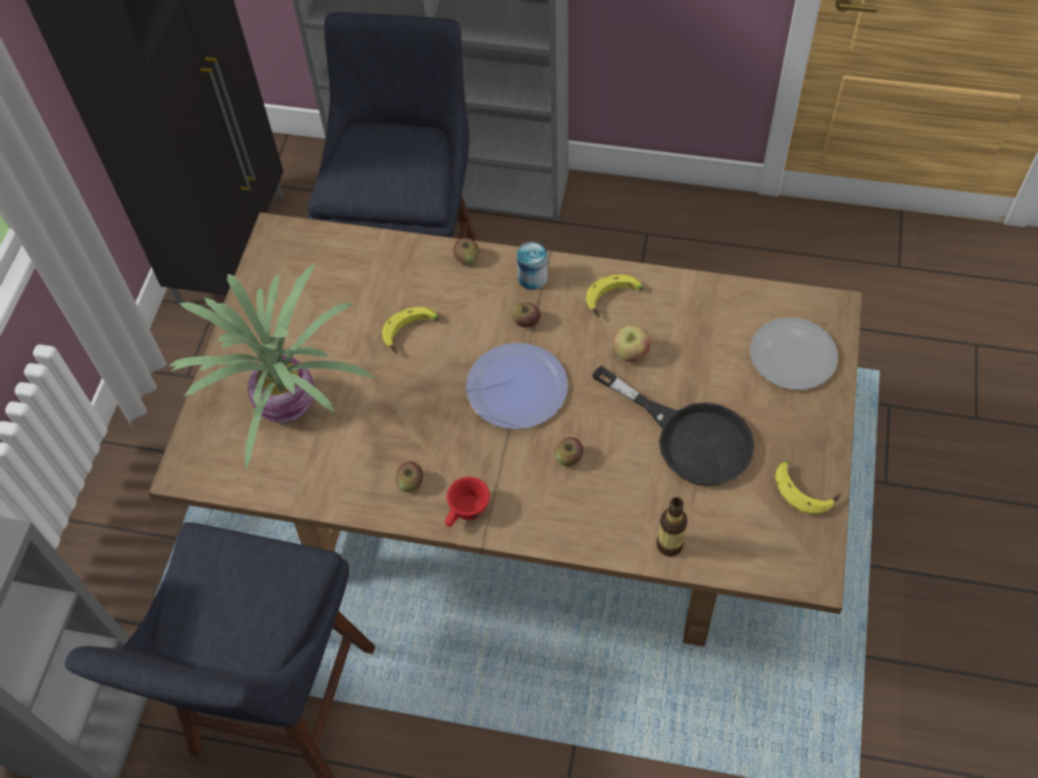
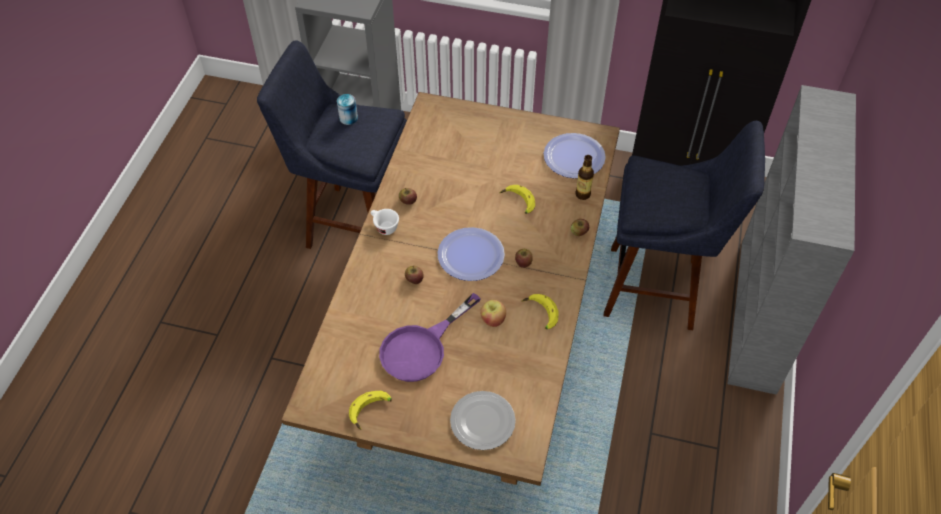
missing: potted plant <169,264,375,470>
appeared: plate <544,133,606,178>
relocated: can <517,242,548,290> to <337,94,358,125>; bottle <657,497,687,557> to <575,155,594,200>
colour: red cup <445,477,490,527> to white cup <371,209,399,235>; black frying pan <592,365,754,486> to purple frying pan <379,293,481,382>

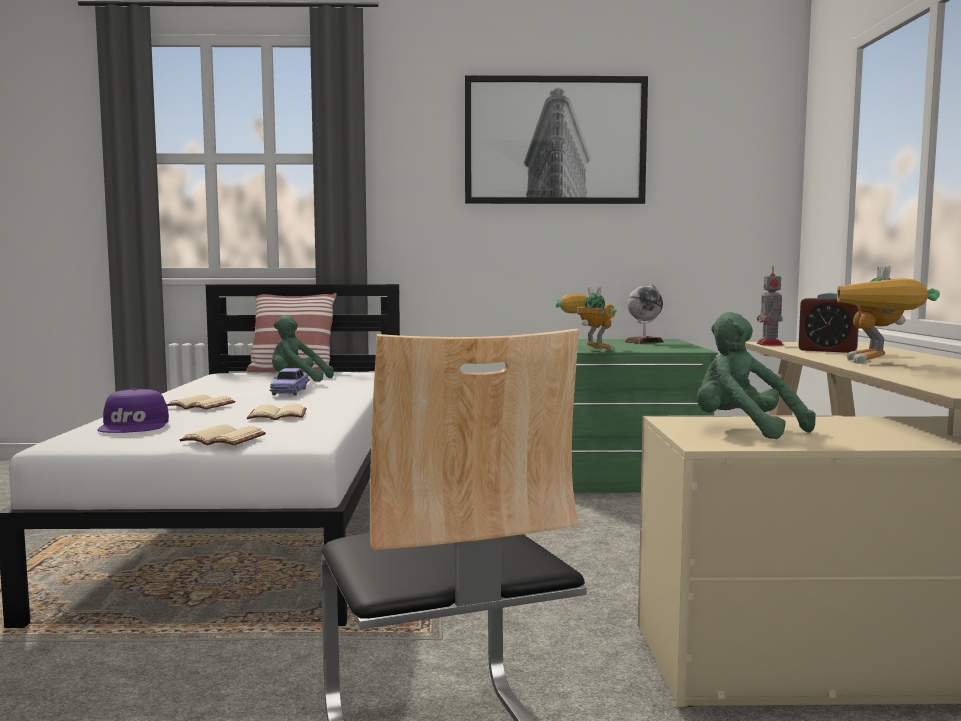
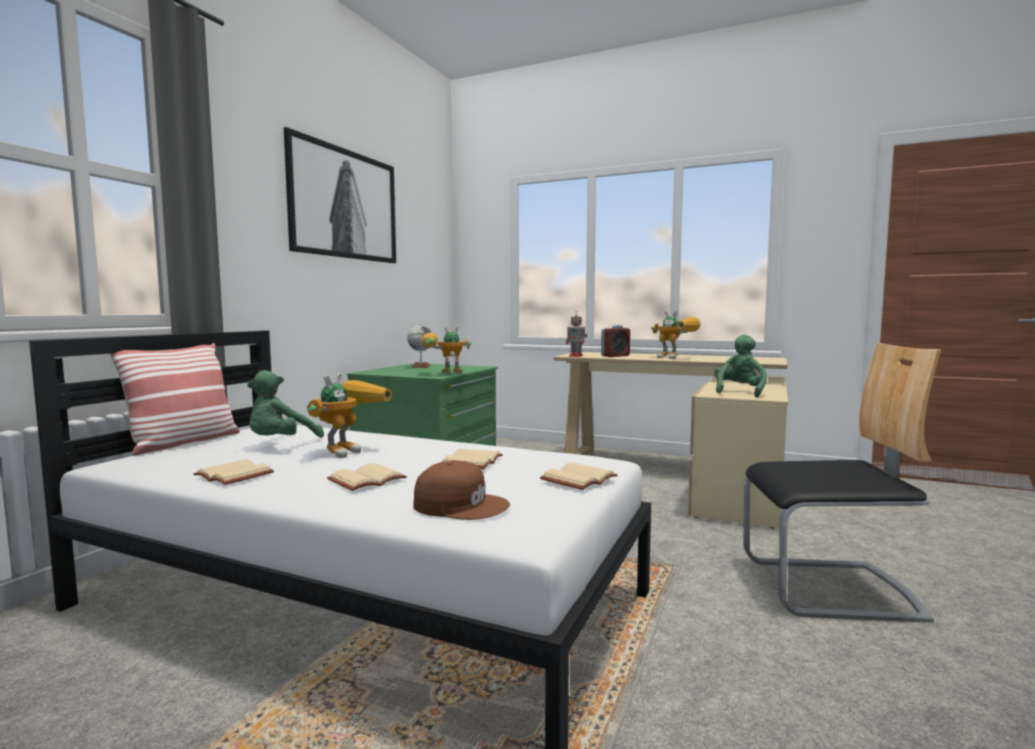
appeared: beige book <193,459,274,485>
exchanged: toy car <269,368,310,395> to toy robot <307,373,392,458>
colour: purple cap <97,388,169,433> to brown cap <414,460,510,520>
spun: green plush toy <696,312,816,439> = <714,334,767,397> 135 degrees clockwise

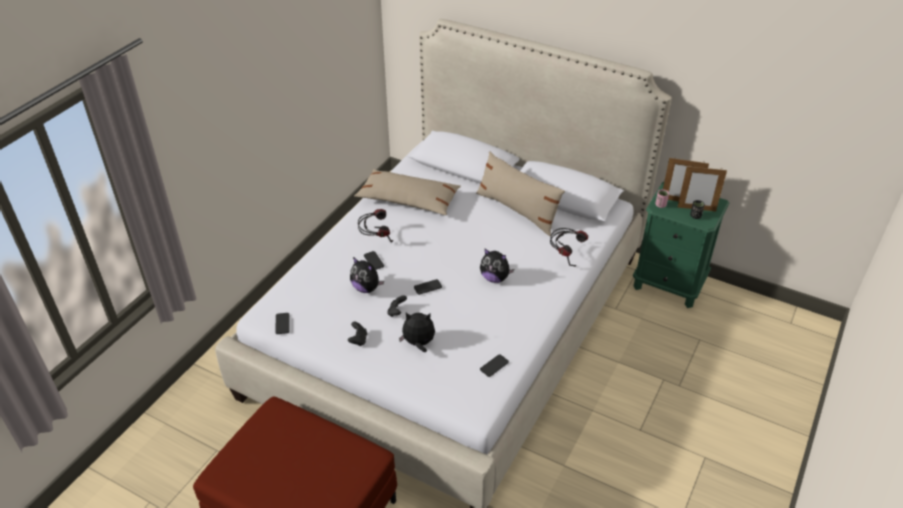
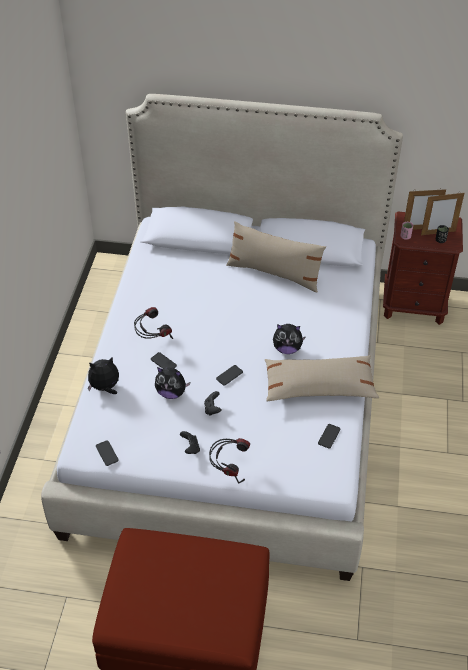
relocated: beige pillow <354,169,461,215> to <265,355,379,402>; plush toy <399,313,435,352> to <88,358,119,394>; headphones <550,228,588,267> to <209,438,250,483>
colour: green nightstand <633,182,729,308> to brown nightstand <383,211,463,325>

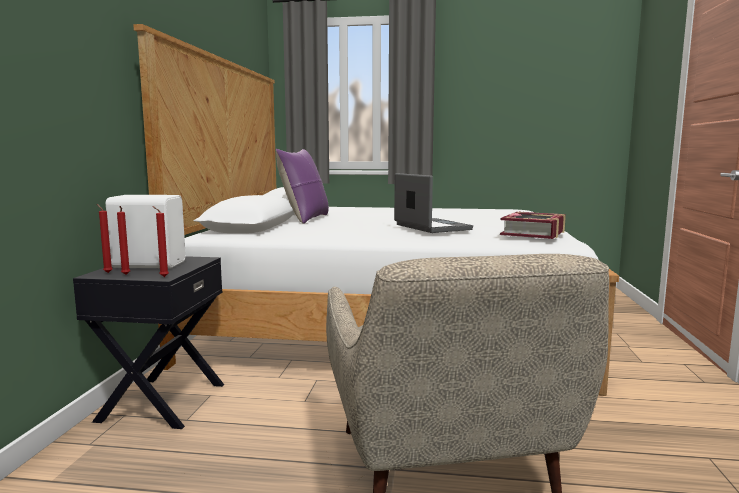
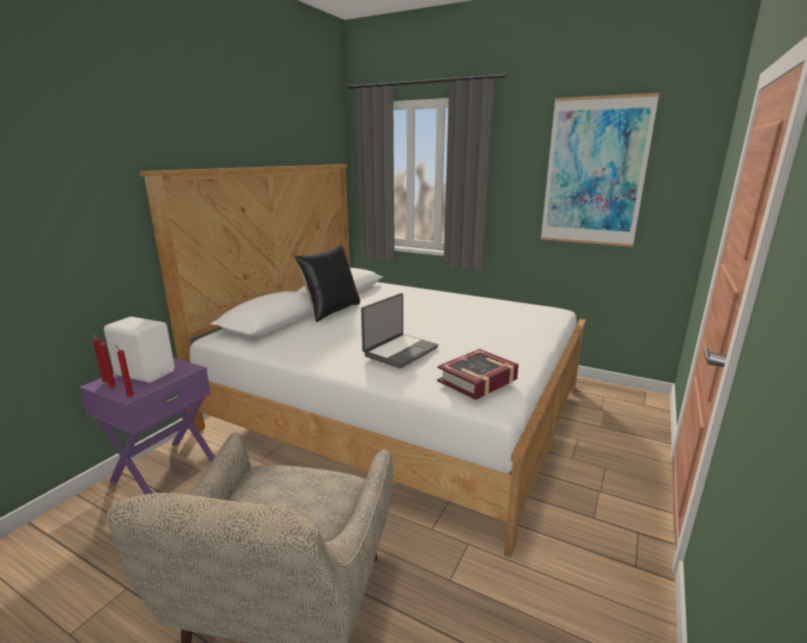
appeared: picture <541,93,659,247>
colour: black nightstand <73,256,224,429> to purple nightstand <79,358,215,495>; purple pillow <276,149,329,224> to black pillow <294,244,360,322>
spun: laptop <394,173,473,233> = <361,293,438,368> 45 degrees clockwise

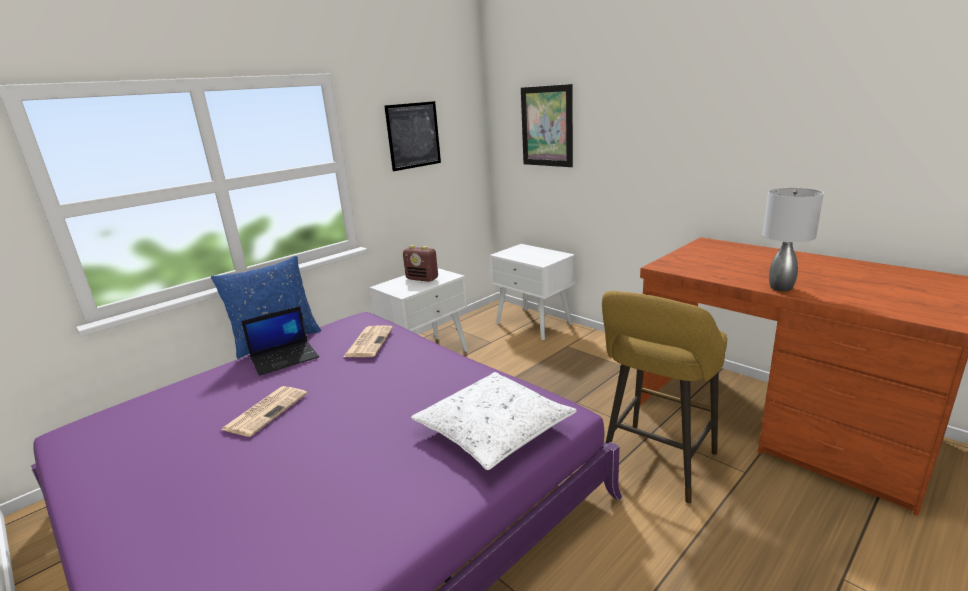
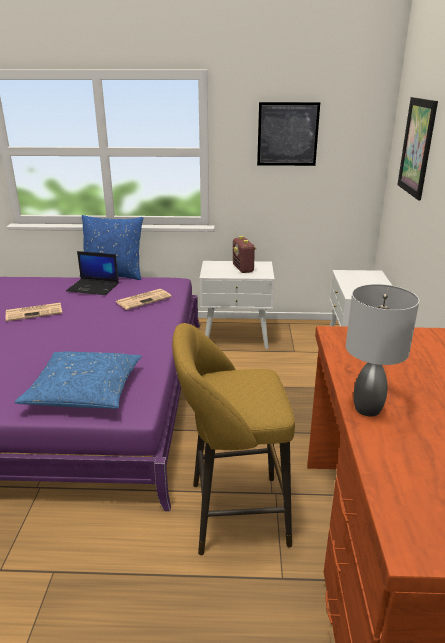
colour: white pillow <411,372,577,470> to blue pillow <15,352,142,409>

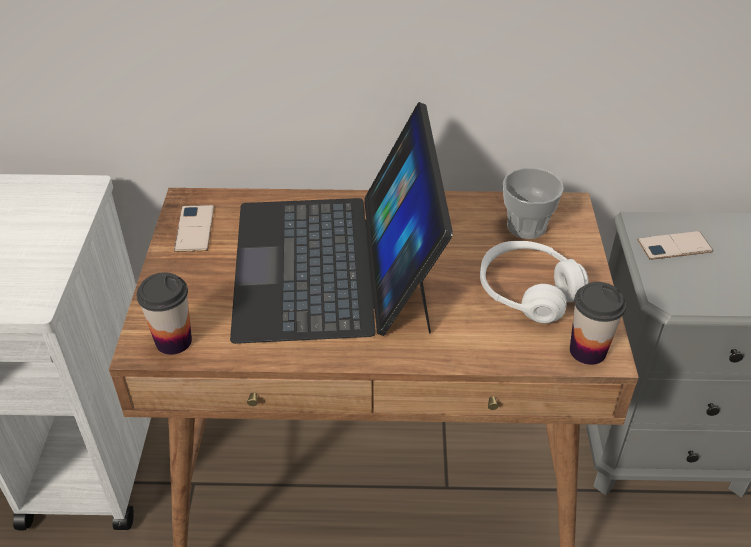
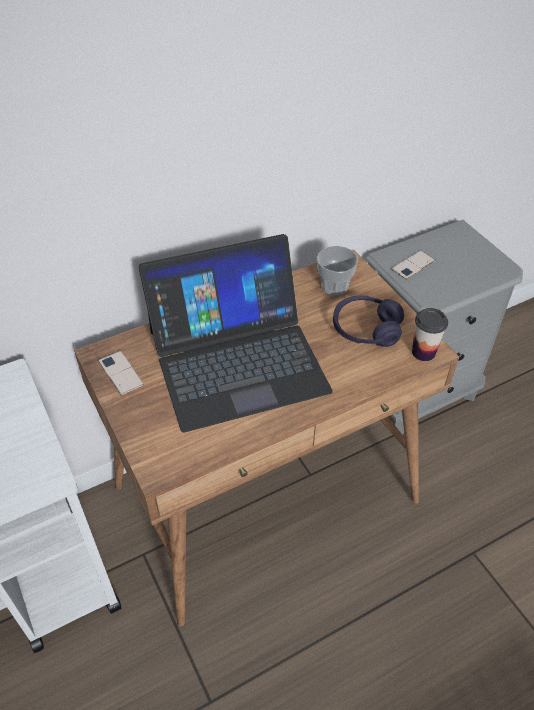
missing: cup <136,272,192,355>
colour: white headphones <480,241,589,323> to purple headphones <333,296,404,347>
spun: laptop <230,102,453,344> = <139,234,333,432> 75 degrees counterclockwise

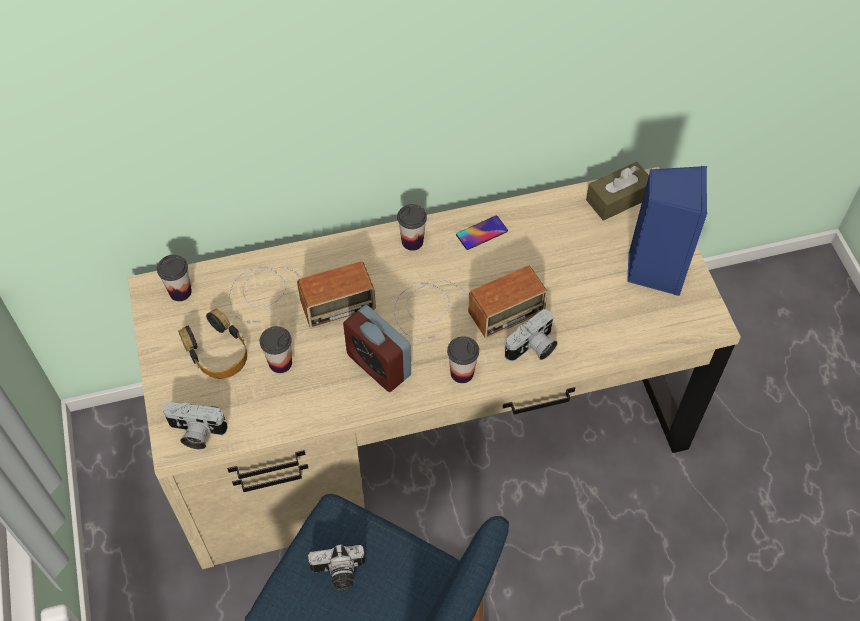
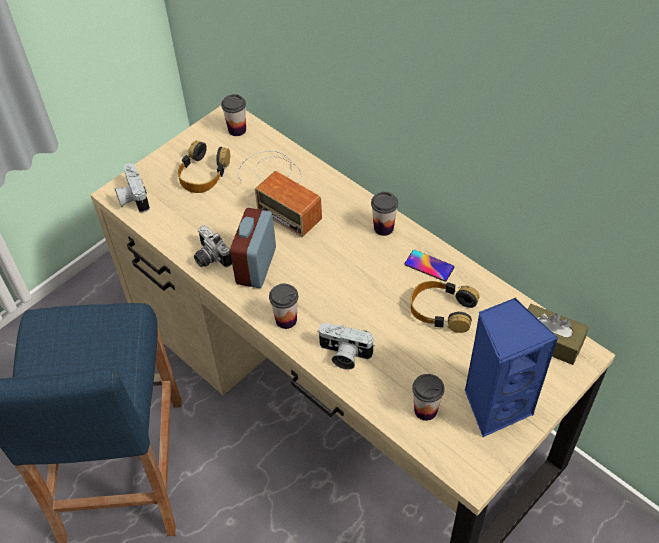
missing: radio <394,265,548,341>
appeared: headphones <411,281,480,333>
relocated: cup <260,326,292,373> to <412,374,444,421>; photo camera <308,544,366,591> to <194,225,232,267>

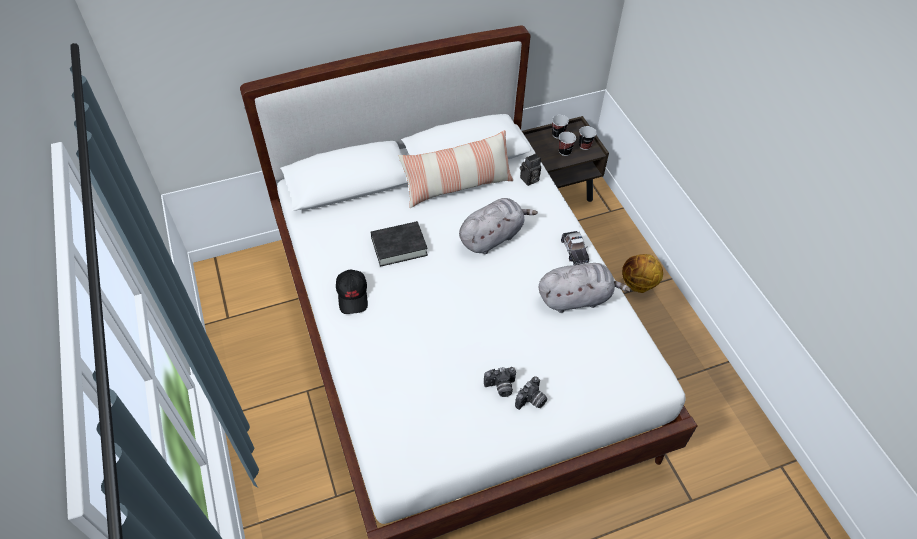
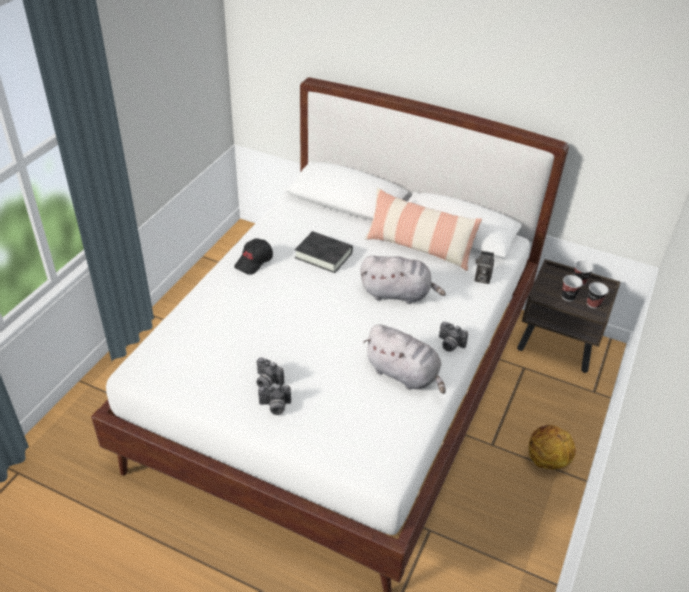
exchanged: toy car <561,231,589,265> to photo camera <439,322,468,352>

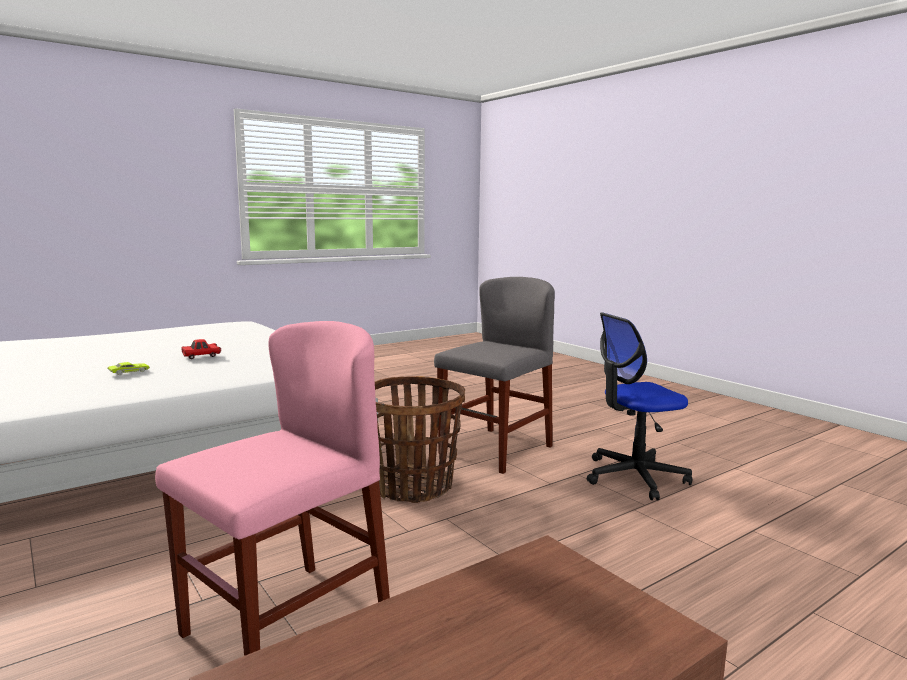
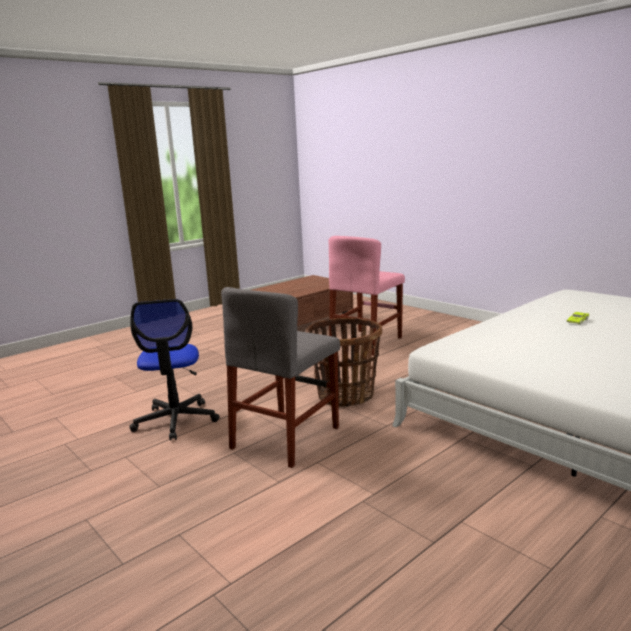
missing: red toy car <181,339,221,359>
spun: office chair <587,312,693,500> = <129,299,220,441> 105 degrees clockwise

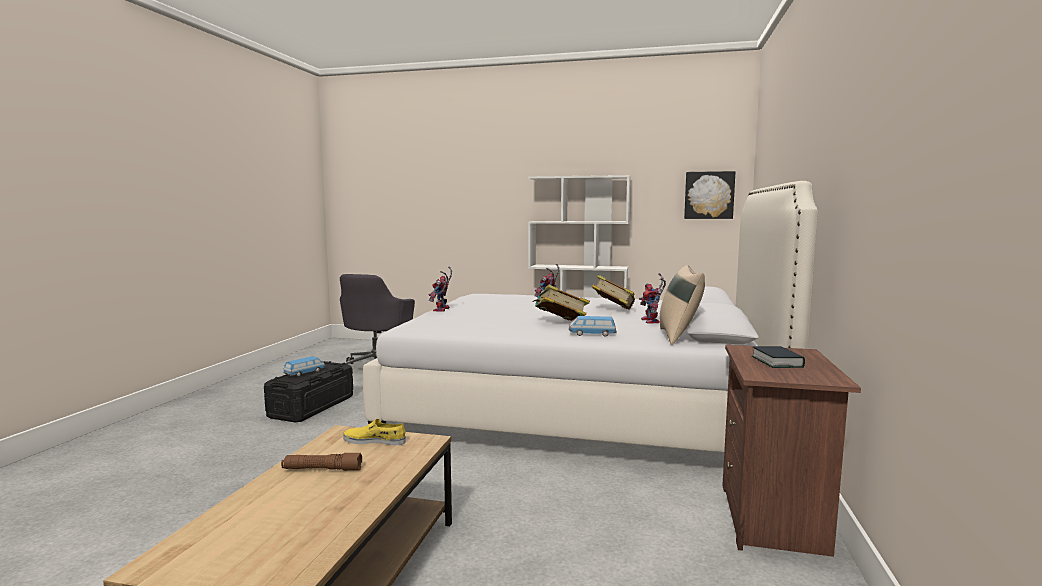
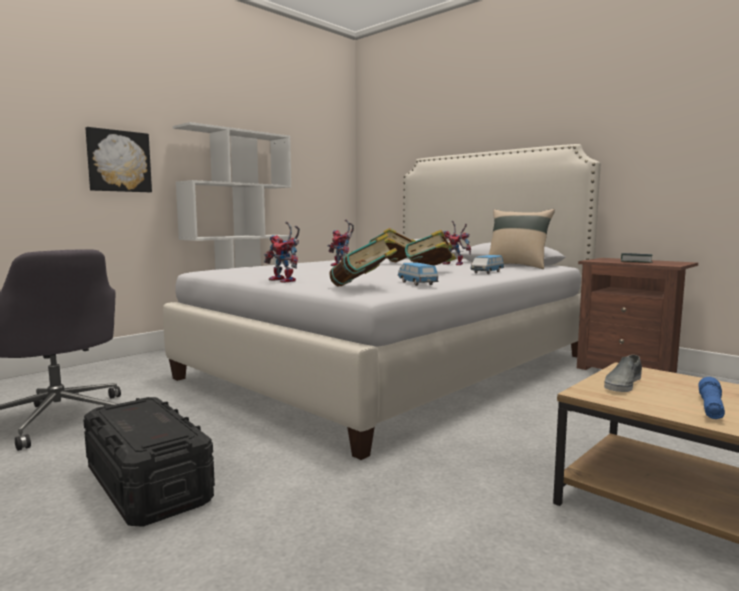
appeared: book <330,233,397,286>
relocated: toy car <283,356,325,377> to <398,262,439,286>; picture <684,171,735,219> to <85,127,152,192>
colour: brown flashlight <281,453,362,471> to blue flashlight <698,377,725,419>; yellow shoe <343,419,406,445> to grey shoe <604,355,642,392>

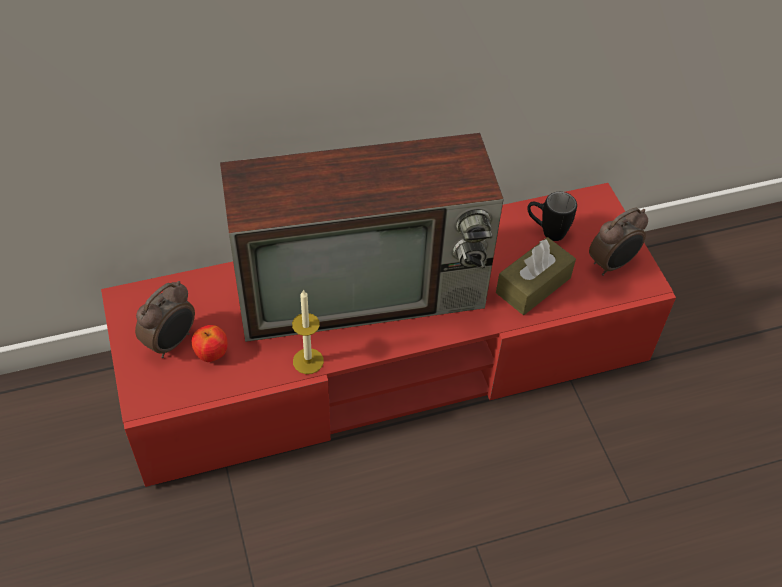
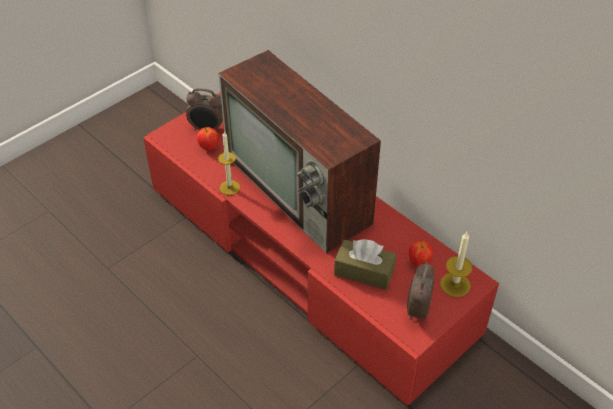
appeared: candle <440,232,473,297>
exchanged: black mug <527,192,577,241> to apple <409,240,433,267>
spun: alarm clock <589,207,648,276> = <407,262,435,321> 75 degrees clockwise

